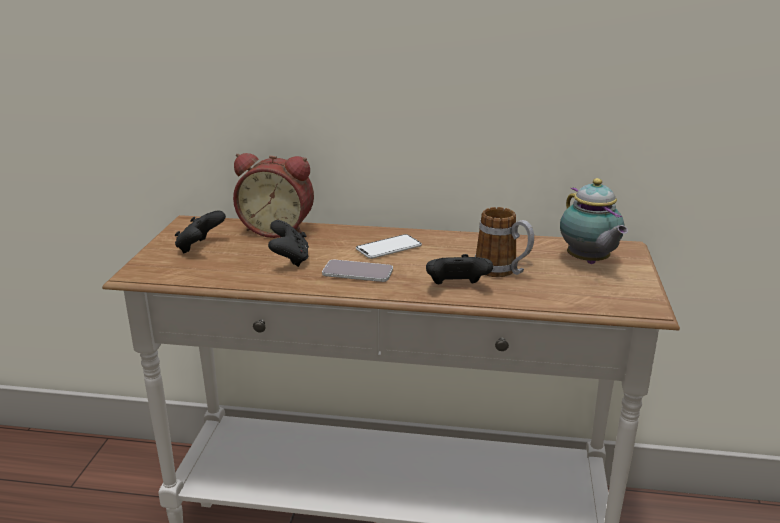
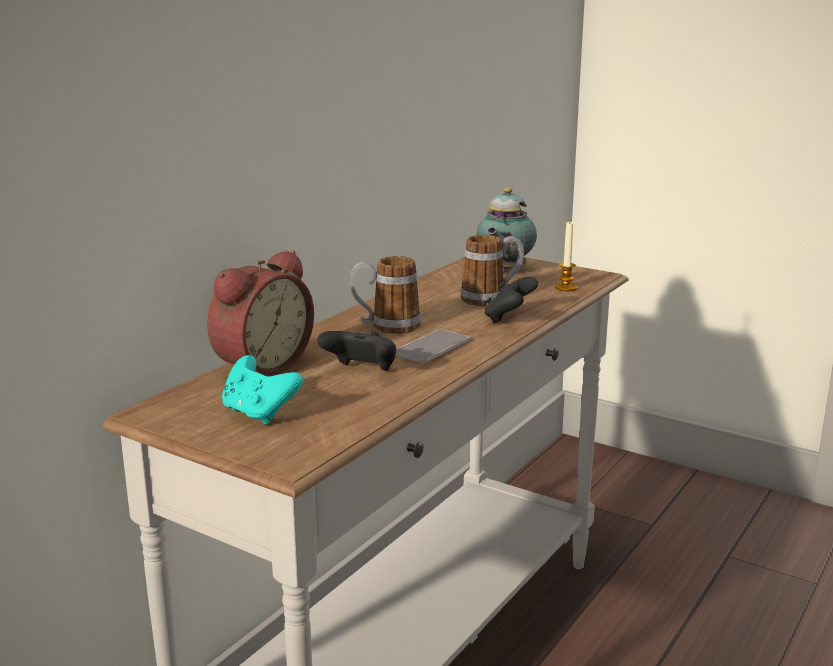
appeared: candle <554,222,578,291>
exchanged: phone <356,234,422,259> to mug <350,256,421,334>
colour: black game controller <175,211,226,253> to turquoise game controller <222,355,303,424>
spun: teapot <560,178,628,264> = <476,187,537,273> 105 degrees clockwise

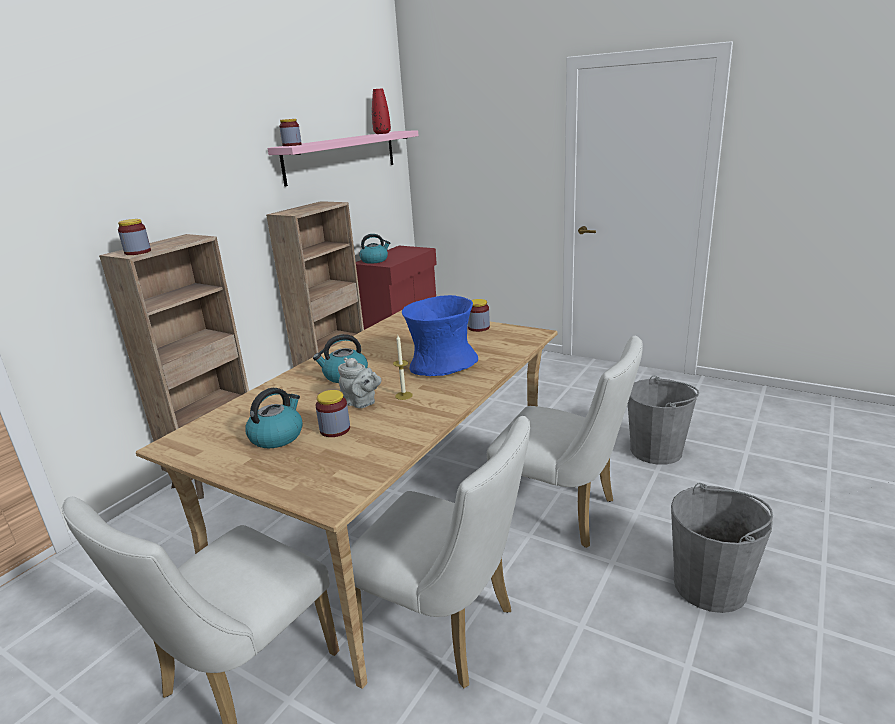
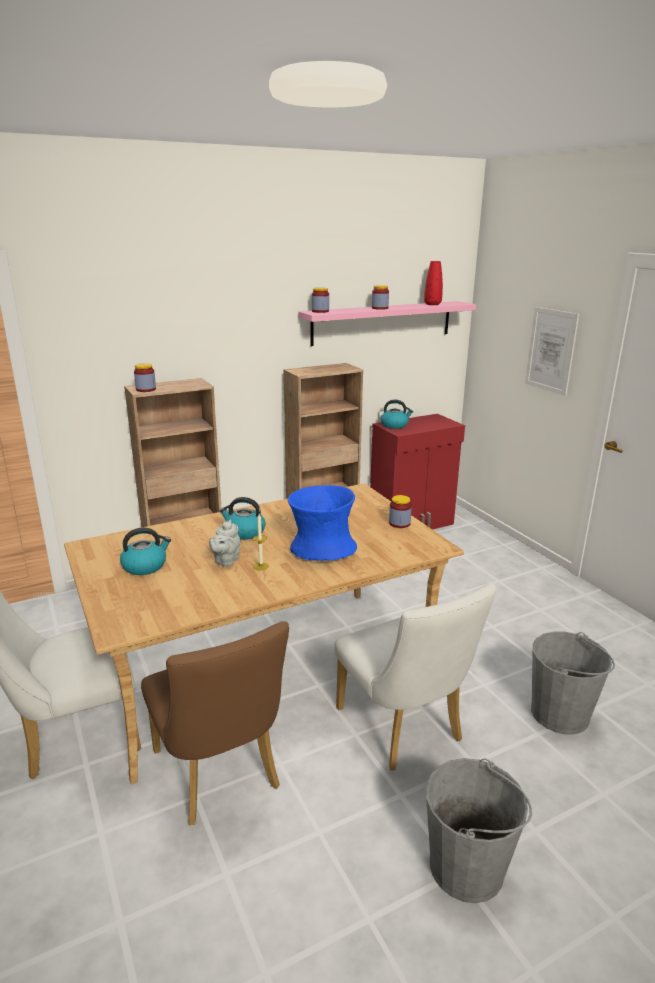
appeared: picture <525,307,579,396>
relocated: jar <315,390,350,437> to <372,285,389,310>
colour: white chair <350,416,530,688> to brown chair <141,621,289,825>
spun: grey teapot <338,357,382,408> = <209,519,240,567> 45 degrees clockwise

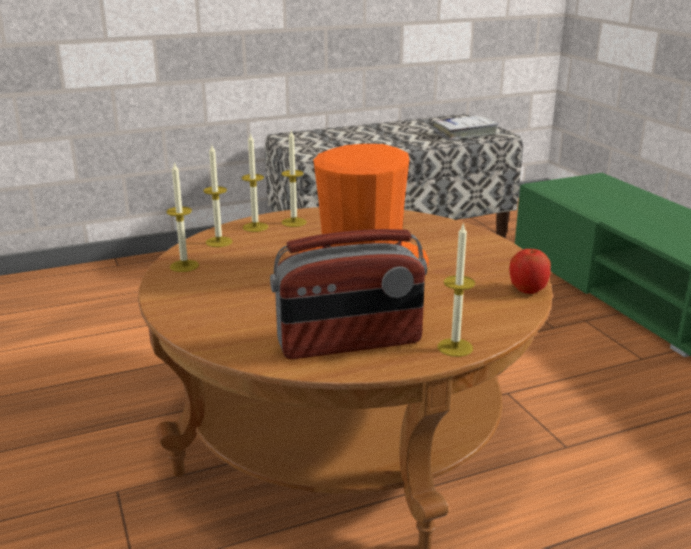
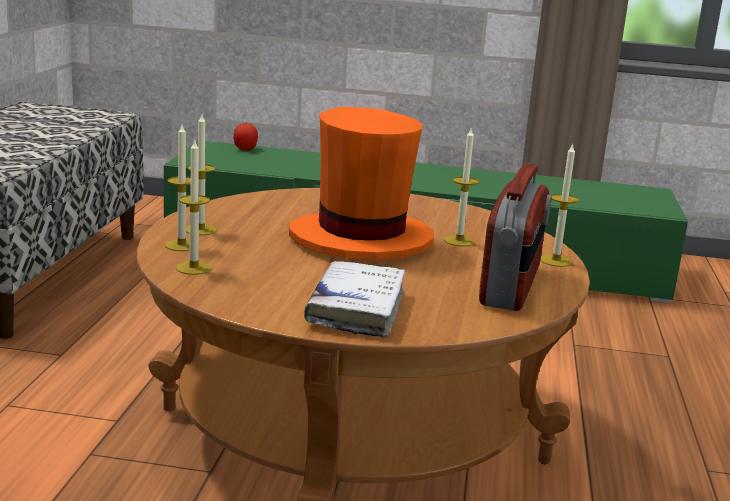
relocated: candle <166,161,199,272> to <444,127,479,246>; white book <432,116,499,140> to <304,261,406,338>; apple <509,248,551,294> to <233,123,258,150>

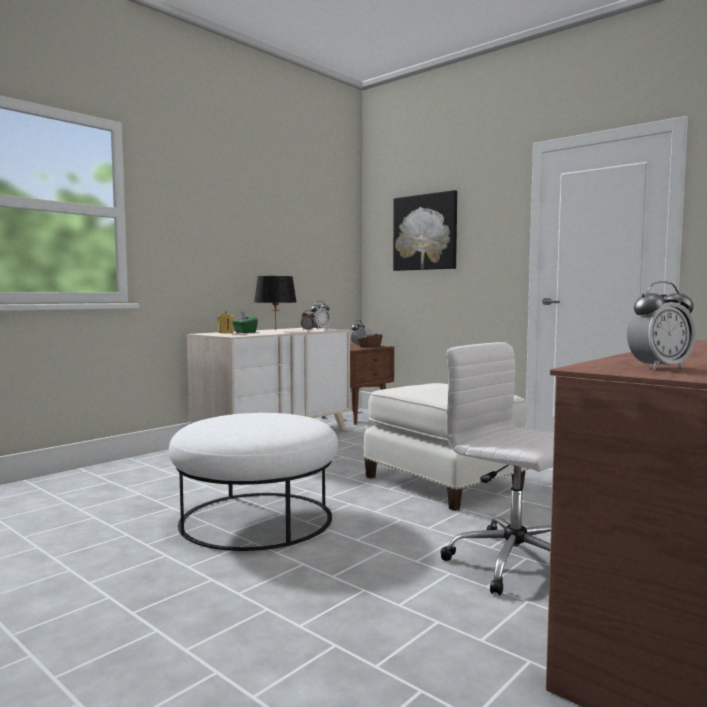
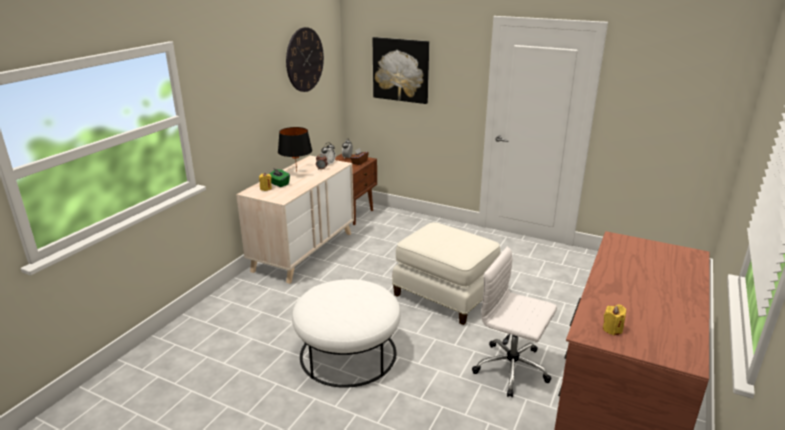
appeared: wall clock <286,27,324,92>
exchanged: alarm clock <627,281,696,370> to yellow candle <603,304,626,336>

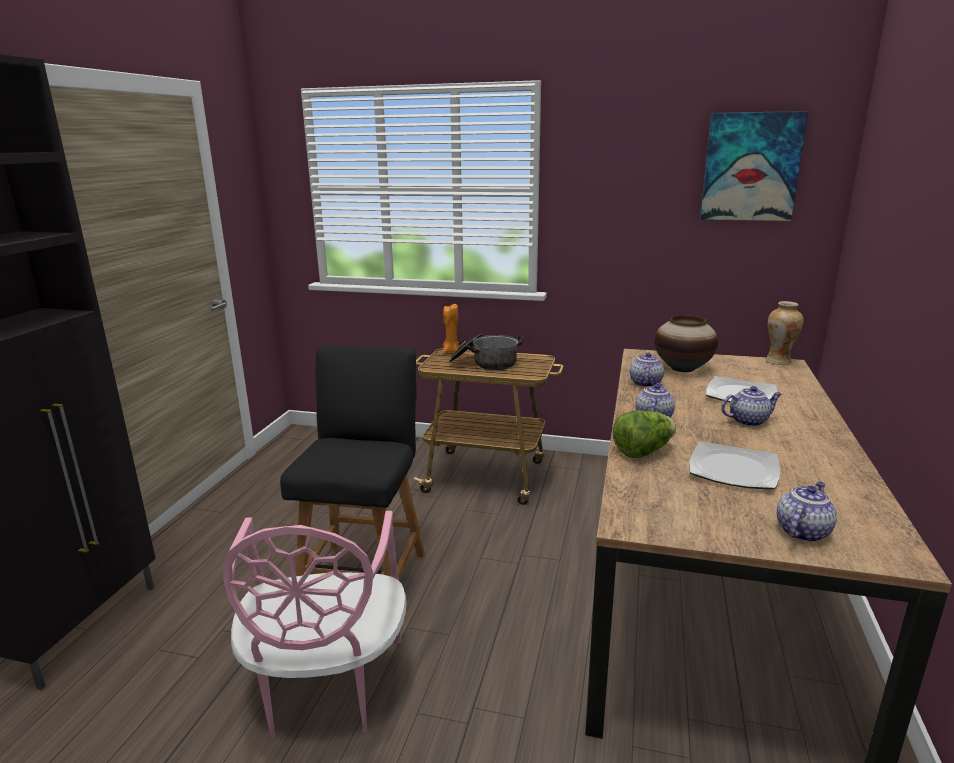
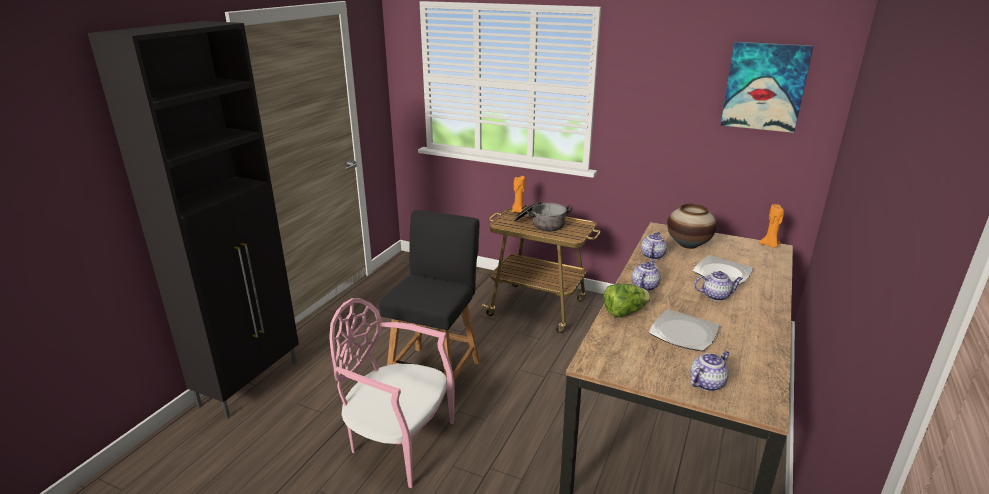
exchanged: vase <765,301,804,365> to orange candle <759,204,784,248>
spun: pink chair <223,511,407,738> = <329,298,455,488> 105 degrees clockwise

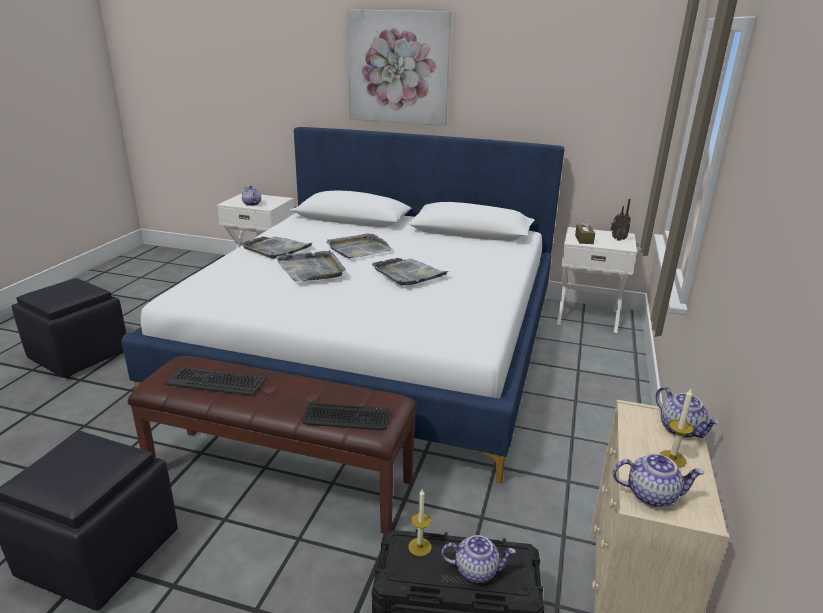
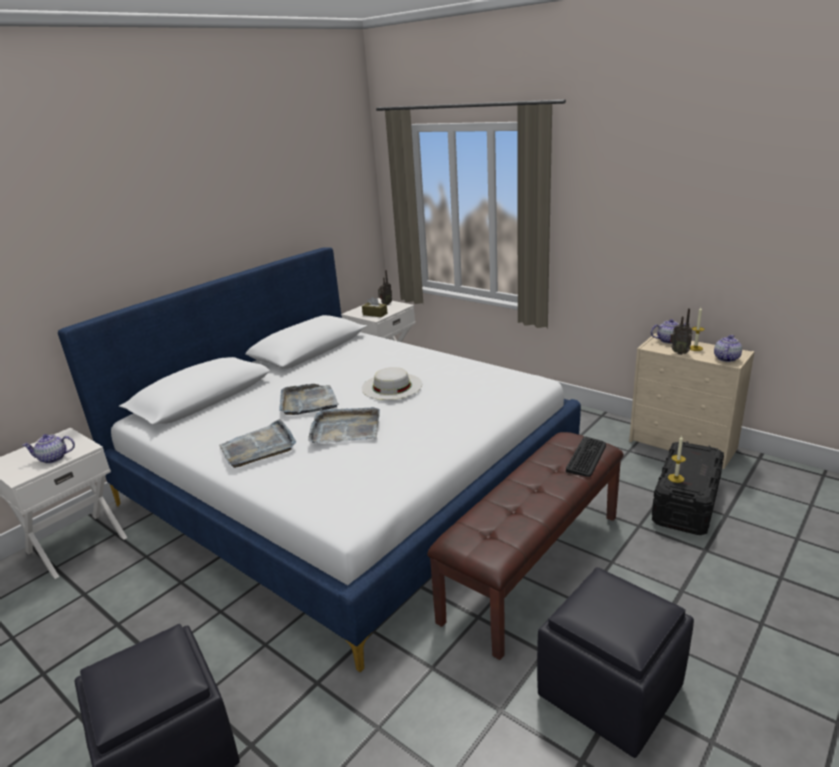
missing: keyboard <165,367,267,396>; picture <347,9,451,126>; teapot <441,535,516,583>
appeared: radio <670,308,693,355>
exchanged: grey tray <372,258,450,285> to white hat <362,367,422,400>

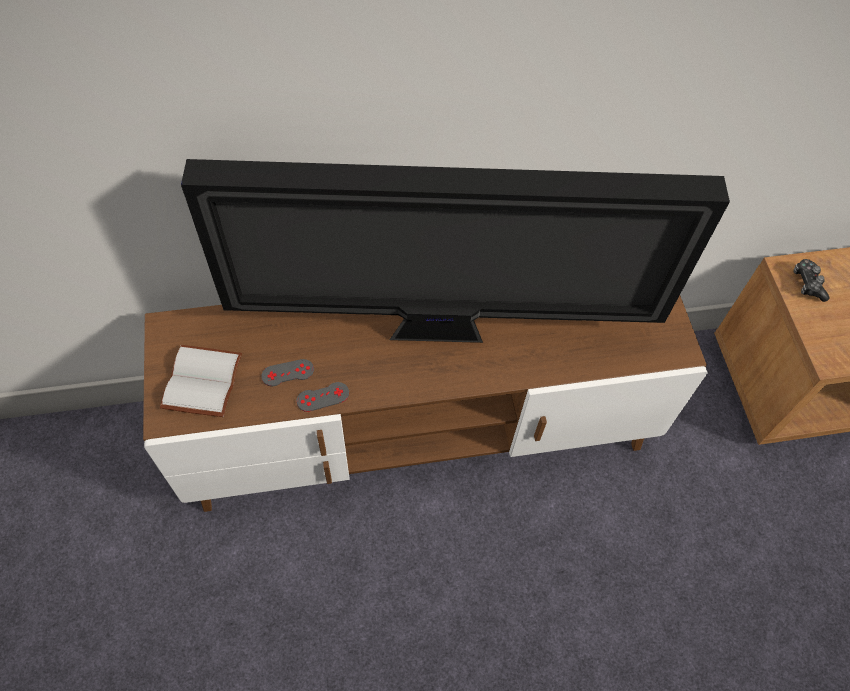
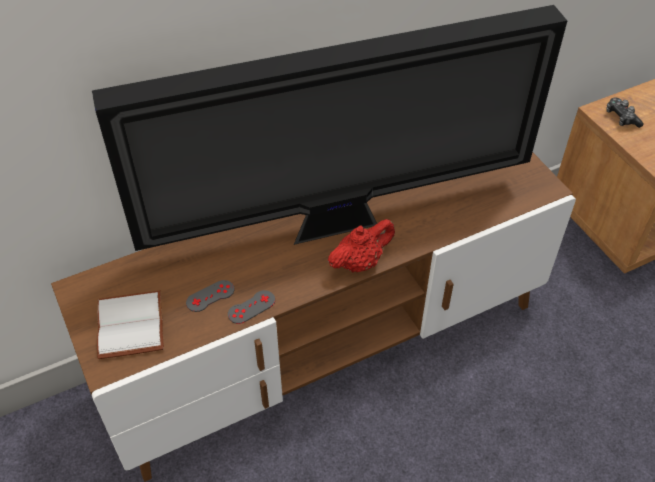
appeared: red teapot <328,219,395,272>

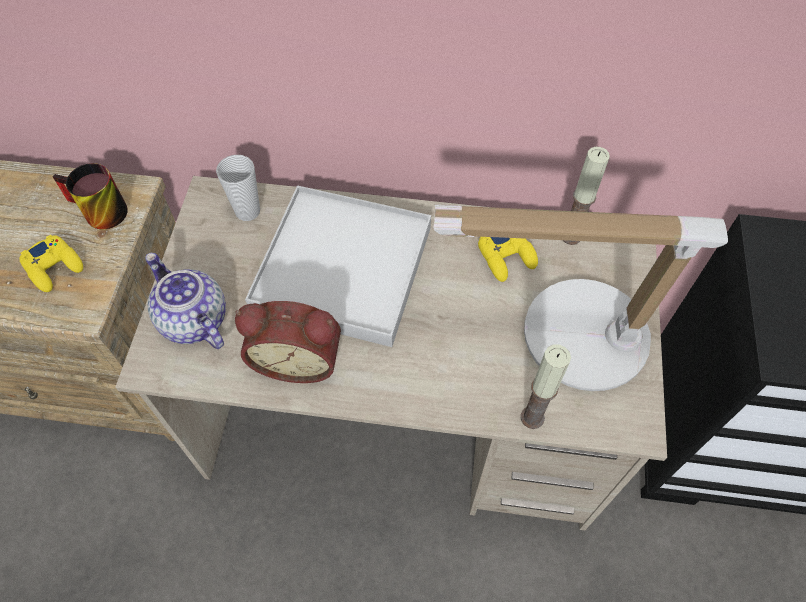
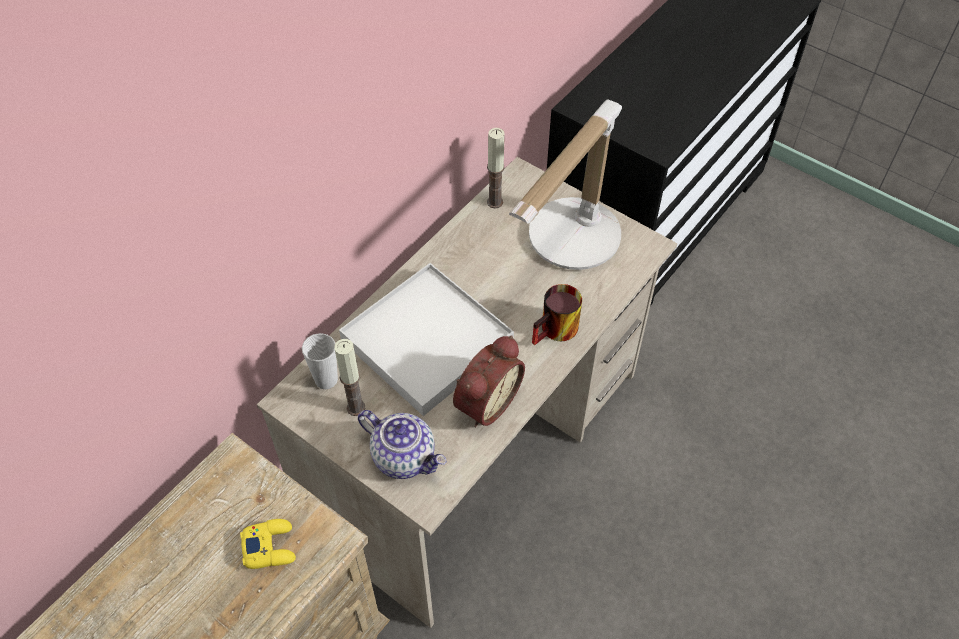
missing: yellow game controller <478,237,538,282>
relocated: mug <53,163,128,229> to <532,284,582,345>; candle <521,345,571,429> to <334,339,366,416>
spun: teapot <145,252,226,349> = <358,410,447,479> 135 degrees counterclockwise

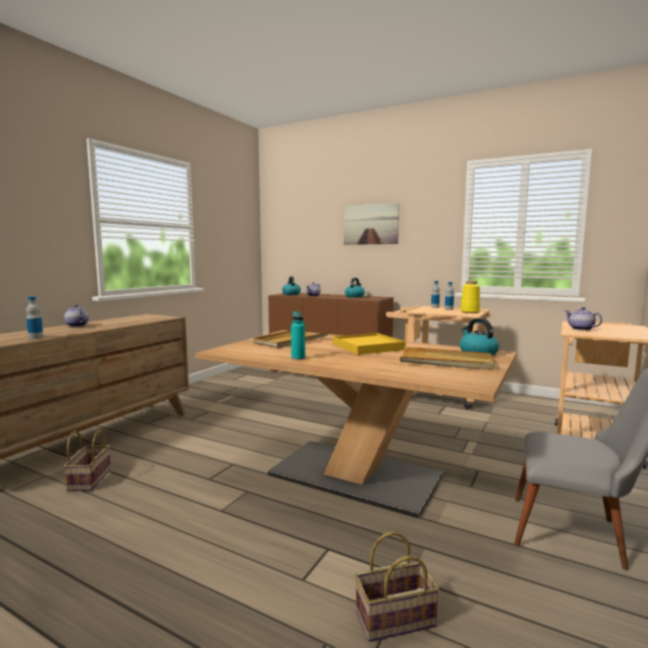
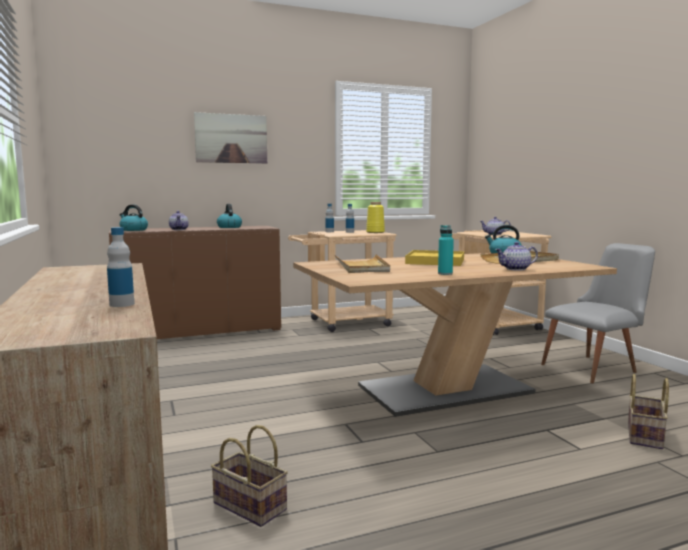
relocated: teapot <64,305,89,327> to <495,242,538,271>

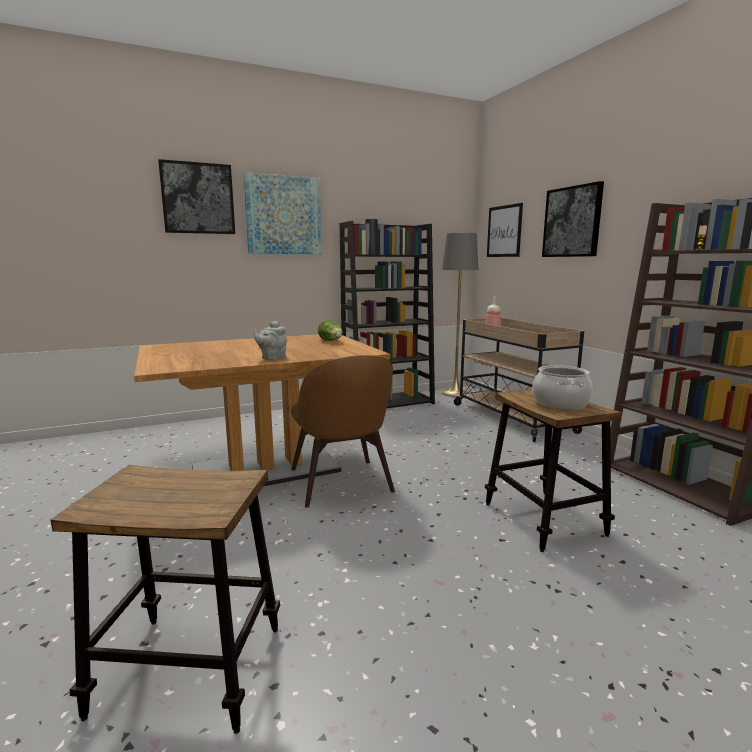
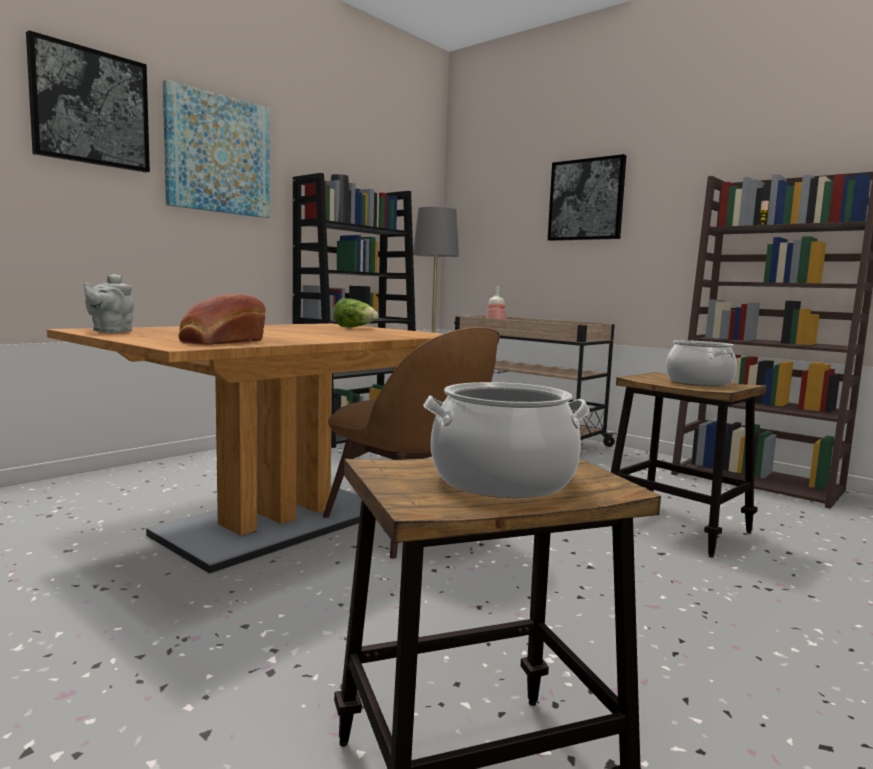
missing: picture <487,203,523,257>
appeared: bread <179,294,266,345>; cooking pot <423,382,590,498>
relocated: grey teapot <254,321,287,361> to <84,274,134,333>

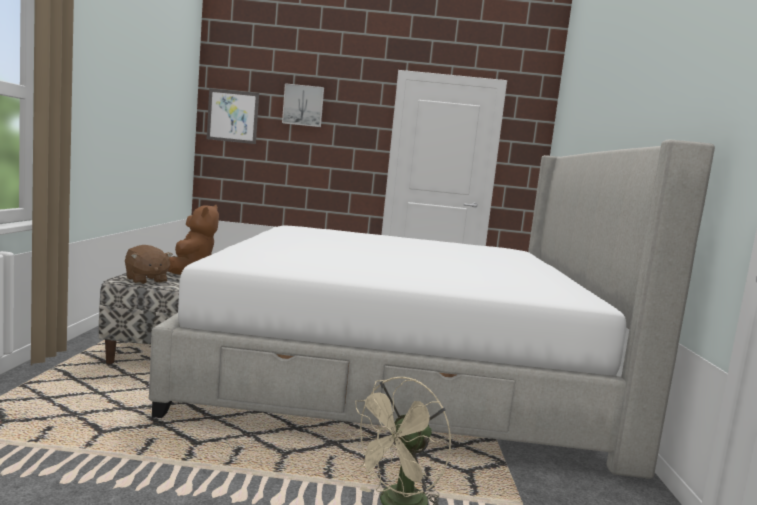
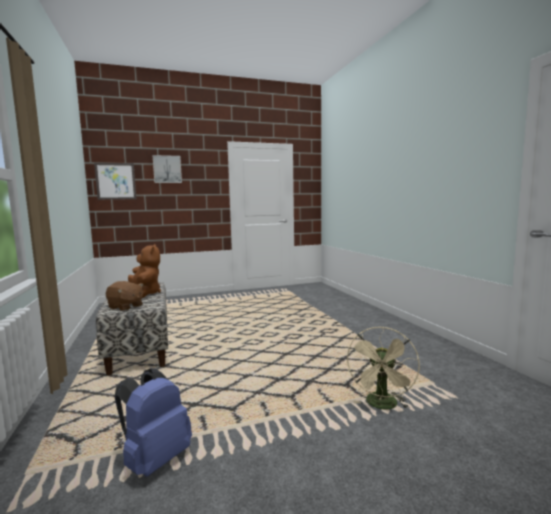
missing: bed <149,139,715,479>
appeared: blue backpack <115,368,192,477>

